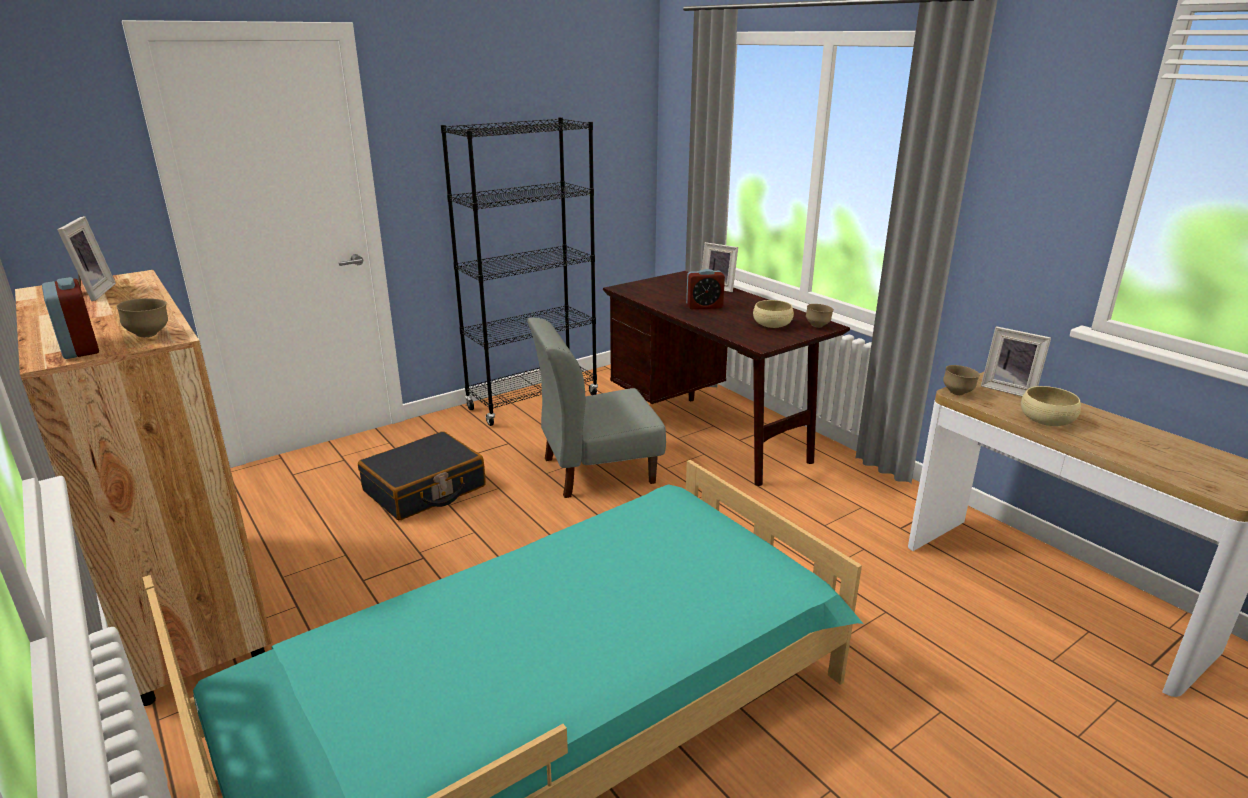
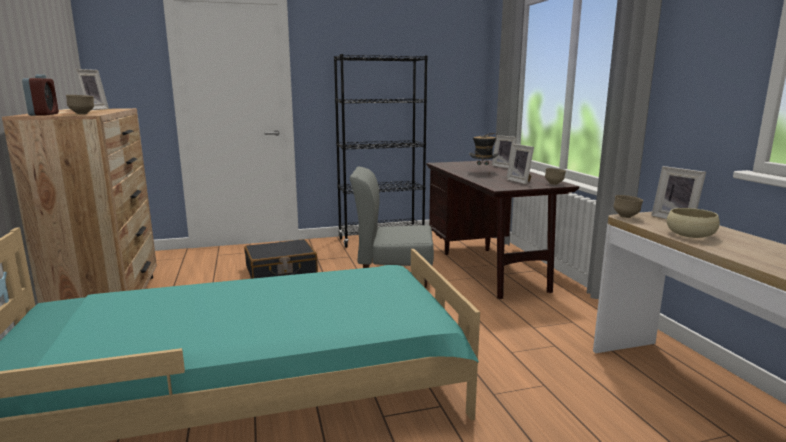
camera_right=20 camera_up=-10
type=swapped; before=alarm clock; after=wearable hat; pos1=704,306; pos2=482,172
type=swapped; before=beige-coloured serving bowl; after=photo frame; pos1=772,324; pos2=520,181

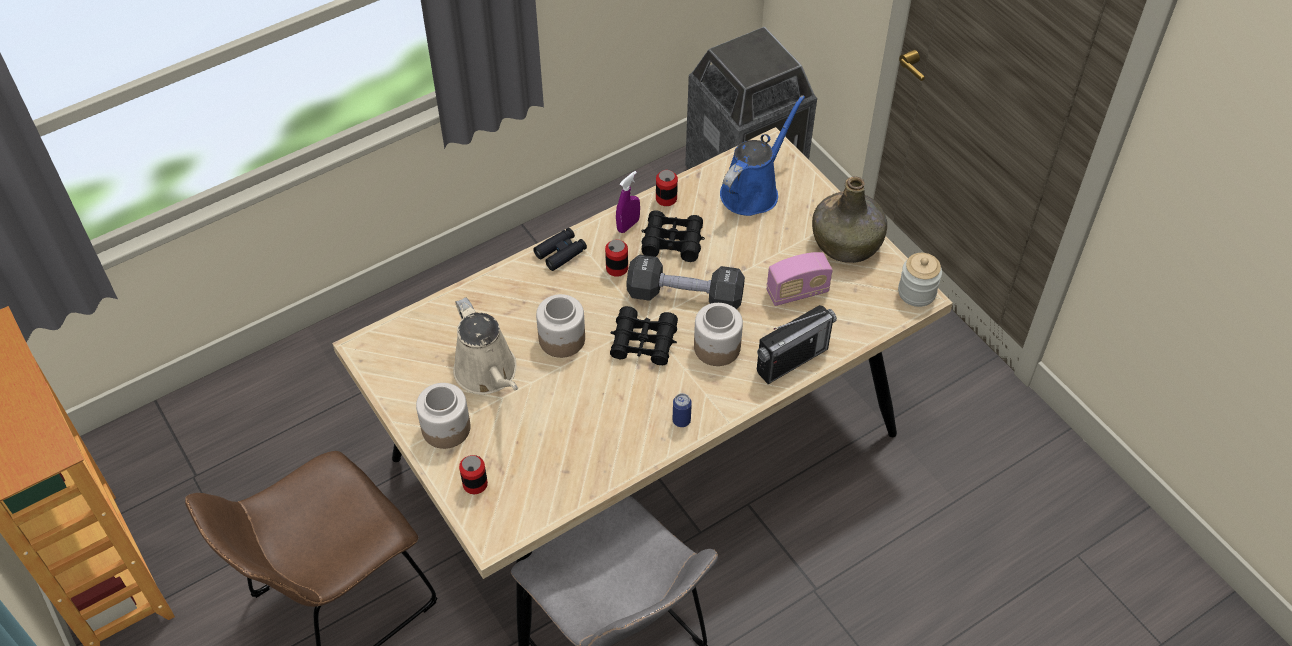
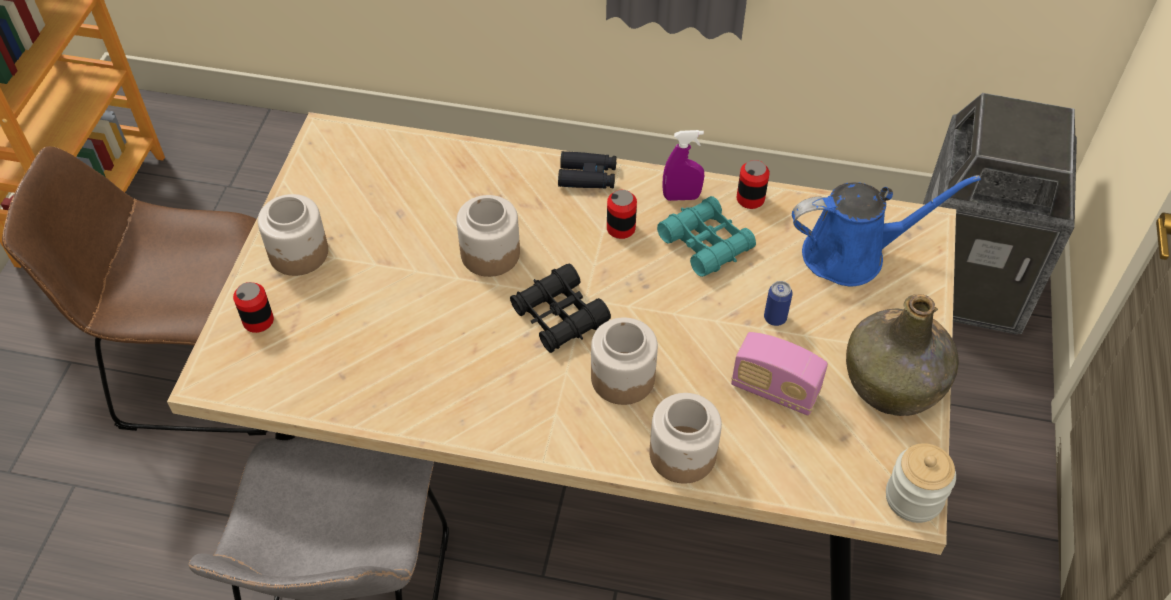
camera_right=45 camera_up=0
type=gone; before=beige-coloured watering pot; pos1=488,374
type=gone; before=black free weight; pos1=685,296
type=shifted; before=sealed can; pos1=681,421; pos2=775,318
type=swapped; before=radio; after=jar; pos1=792,360; pos2=683,454
type=repainted; before=black field glasses; after=blue-green field glasses; pos1=672,242; pos2=705,243

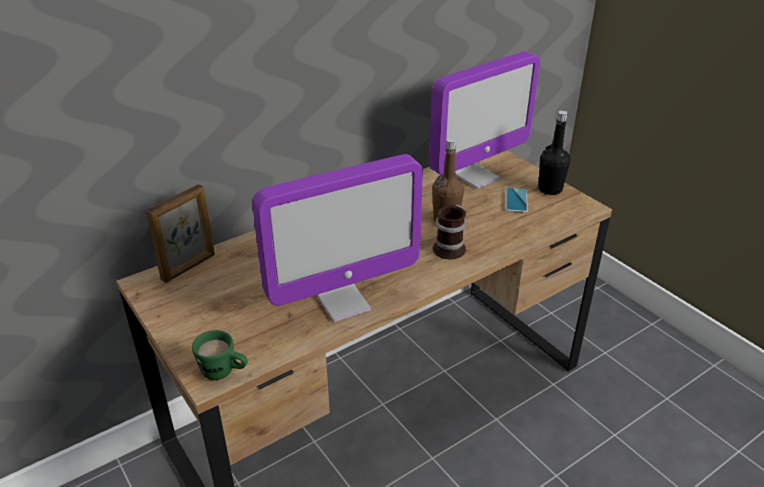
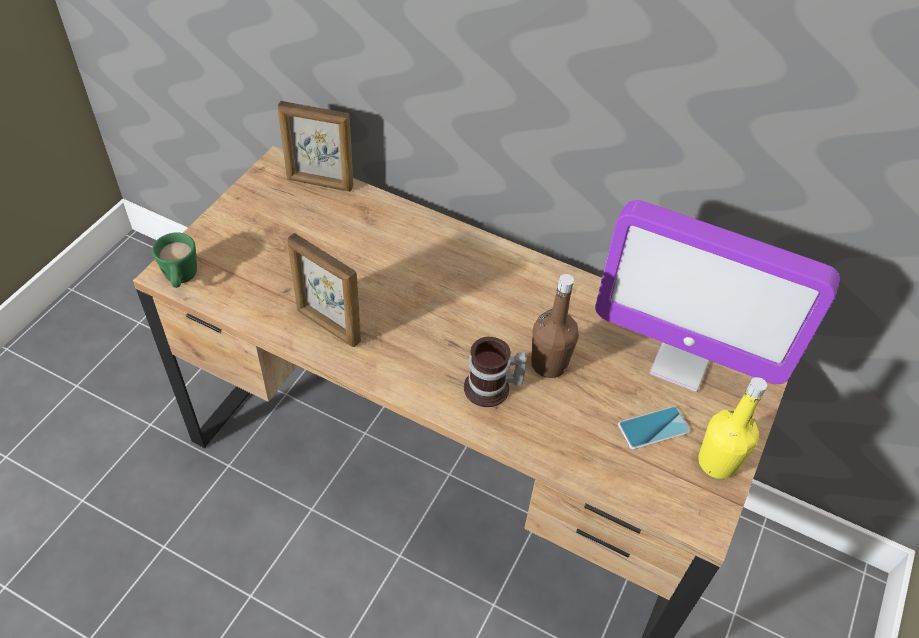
camera_right=60 camera_up=15
type=swapped; before=computer display; after=photo frame; pos1=343,303; pos2=328,326
type=repainted; before=black drink bottle; after=yellowish drink bottle; pos1=550,189; pos2=717,462

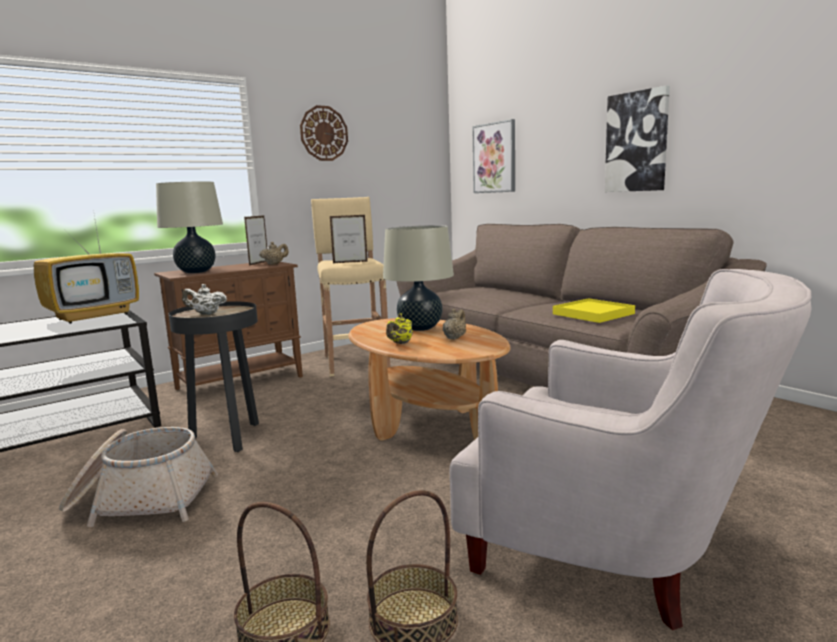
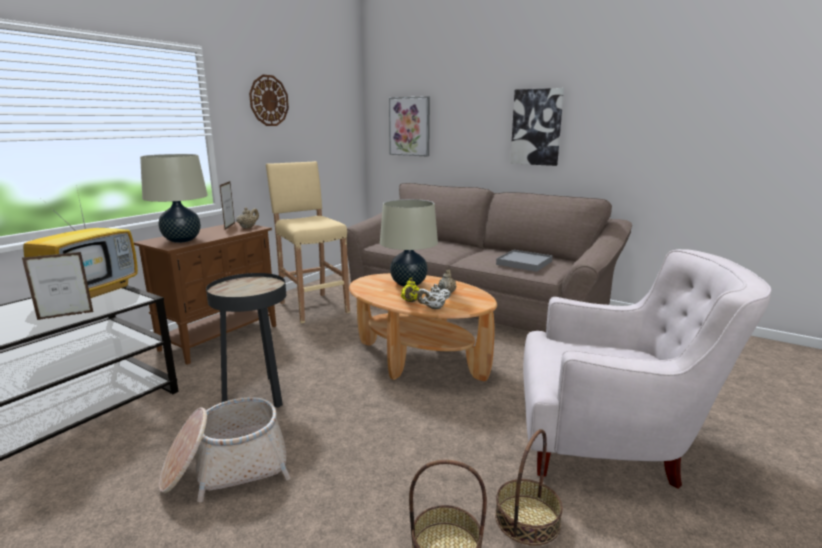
camera_right=-20 camera_up=5
type=shifted; before=whitish teapot; pos1=206,314; pos2=434,308
type=shifted; before=photo frame; pos1=350,262; pos2=66,316
type=repainted; before=yellowish carrying tray; after=greyish carrying tray; pos1=593,314; pos2=524,263

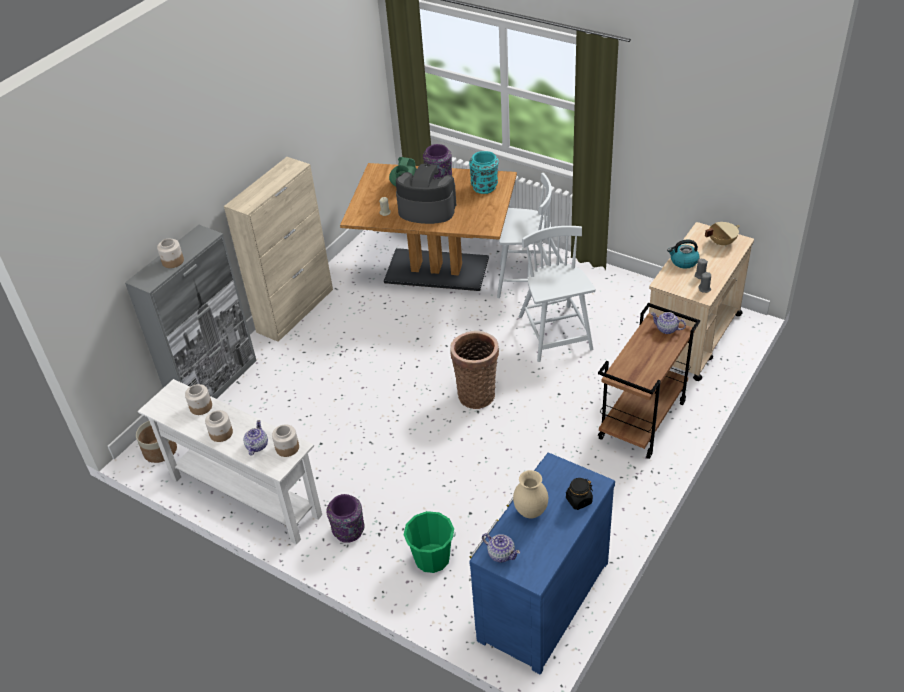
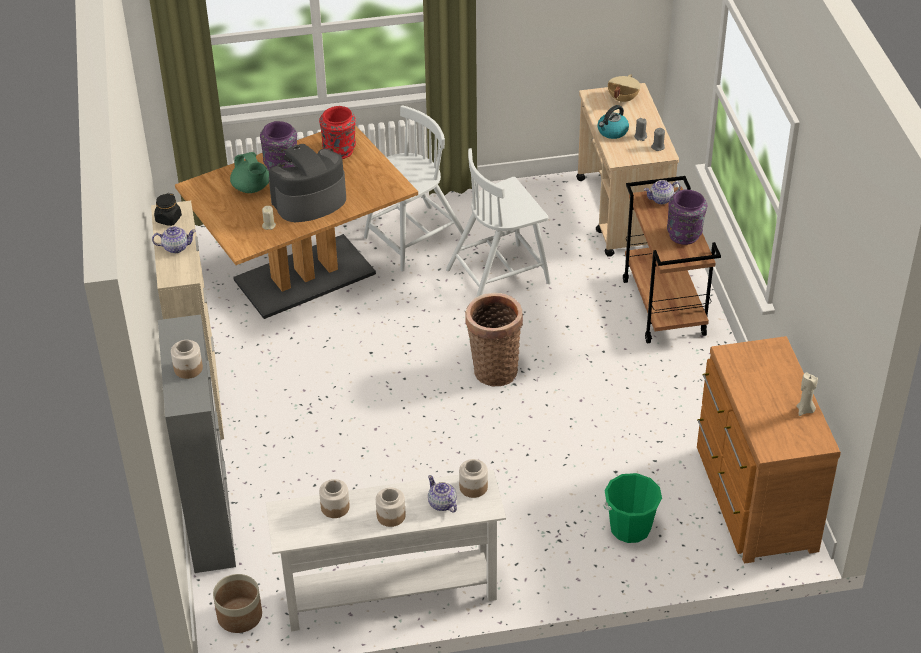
camera_right=-45 camera_up=0
type=gone; before=beige-coloured vase; pos1=530,512
type=new; after=beige-coloured candle; pos2=805,410
type=shifted; before=purple-coloured vase; pos1=349,532; pos2=684,235
type=shifted; before=teapot; pos1=501,554; pos2=175,247
type=shifted; before=black jar; pos1=578,500; pos2=168,219
type=repainted; before=blue-green vase; after=red-coloured vase; pos1=485,187; pos2=339,150
type=repainted; before=bluish drawer chest; after=brown drawer chest; pos1=539,600; pos2=753,499
type=rotated; before=whitish upright chair; pos1=555,334; pos2=499,275; turn=-60

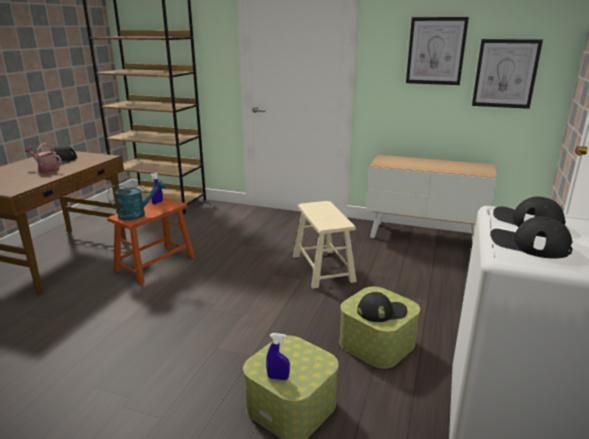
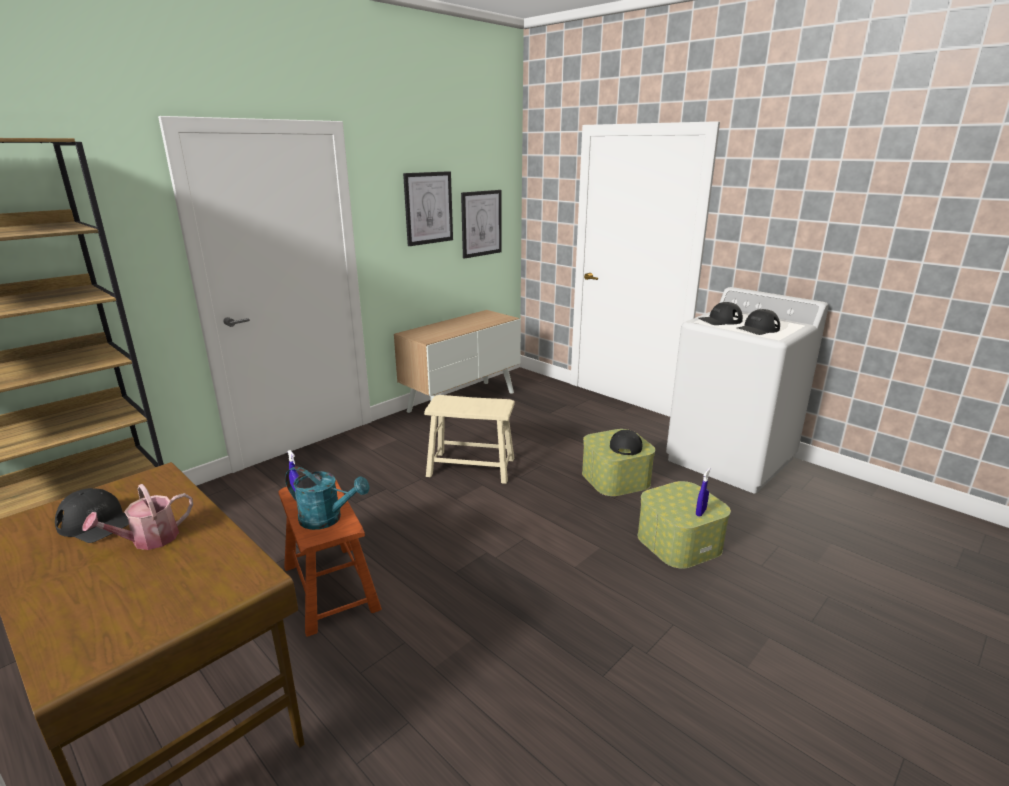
camera_right=-65 camera_up=0
type=rotated; before=blue-green watering pot; pos1=137,214; pos2=327,519; turn=105

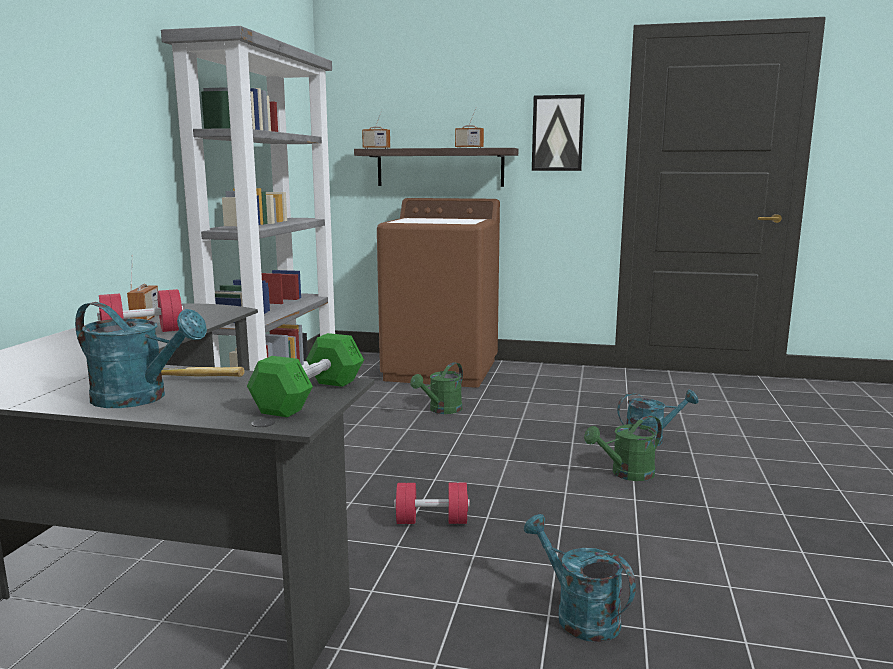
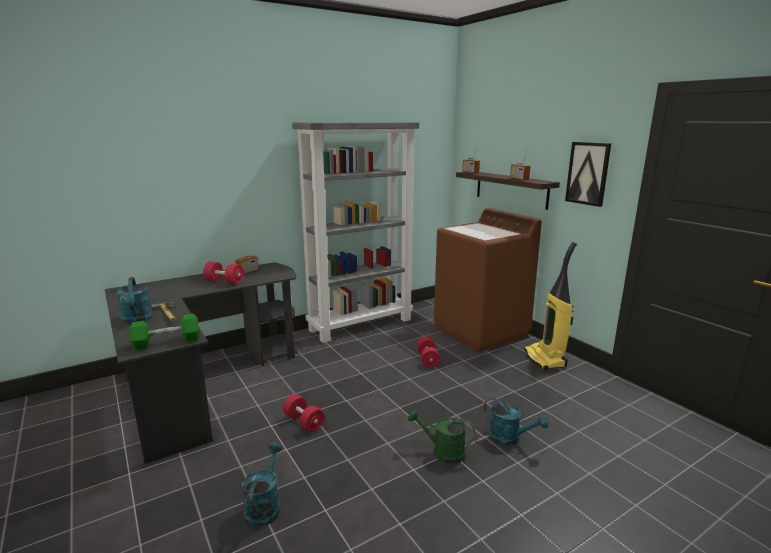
camera_right=45 camera_up=5
type=new; after=hoover; pos2=545,359
type=swapped; before=greenish watering pot; after=red-coloured free weight; pos1=441,410; pos2=427,359

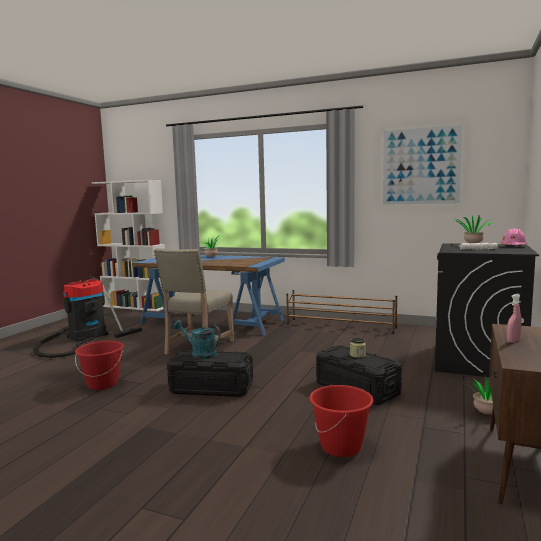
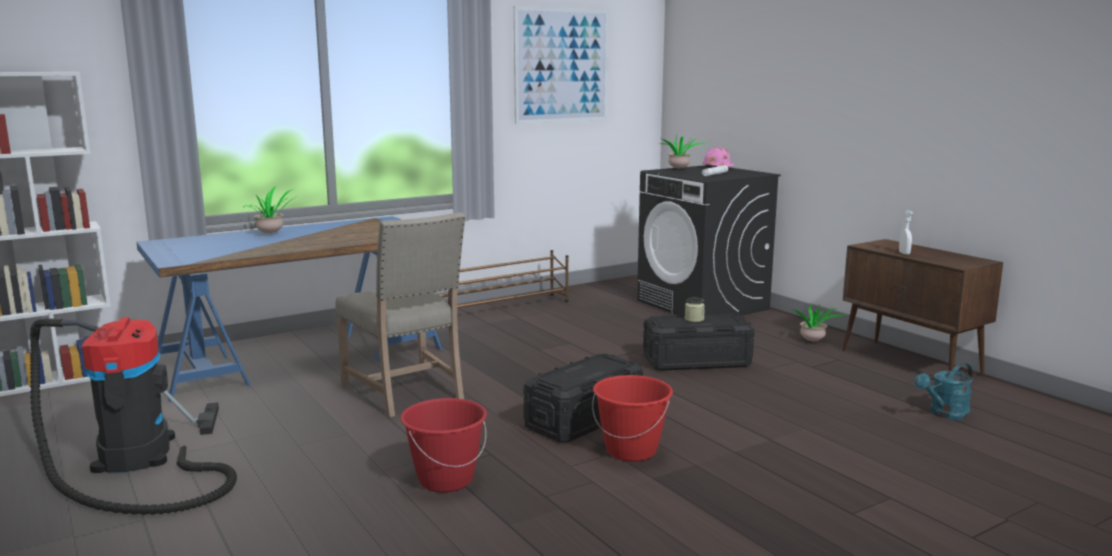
camera_right=-55 camera_up=5
type=shifted; before=blue-green watering pot; pos1=199,354; pos2=944,414
type=shifted; before=red-coloured water bucket; pos1=341,447; pos2=631,451
type=repainted; before=pink-coloured spray bottle; after=whitish spray bottle; pos1=513,341; pos2=904,253

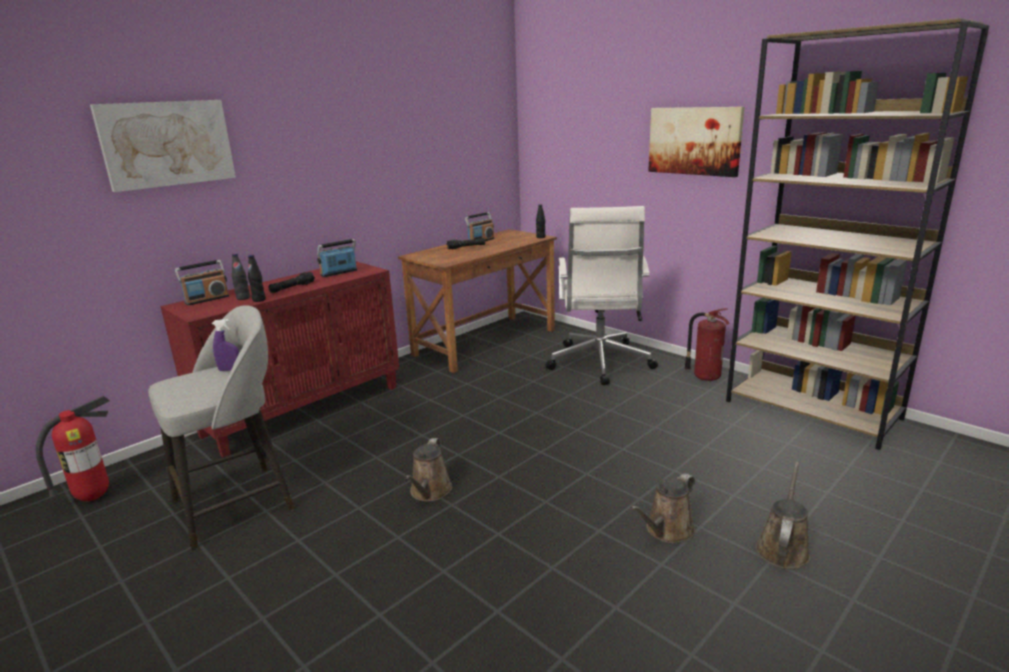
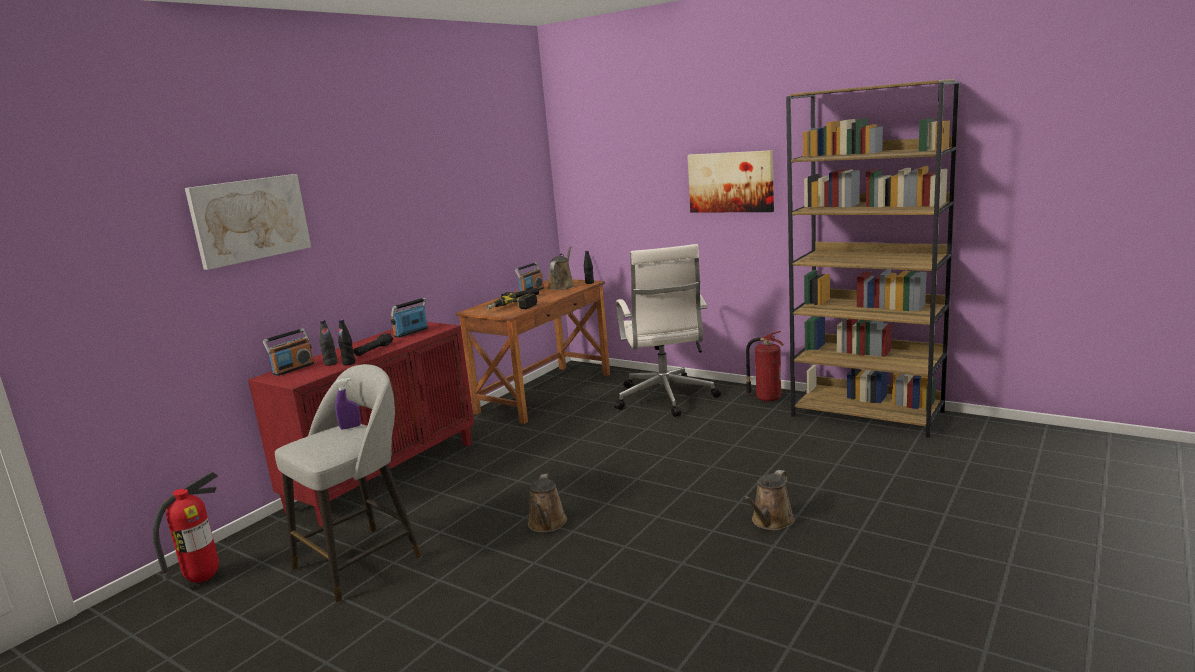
camera_right=-10 camera_up=-5
type=new; after=power drill; pos2=512,308
type=shifted; before=brown watering pot; pos1=782,548; pos2=562,286

